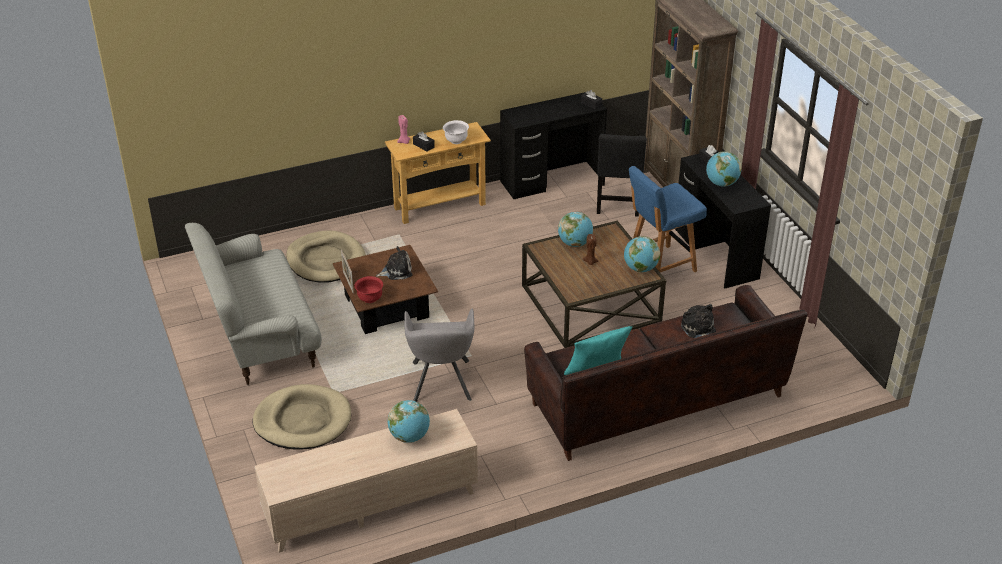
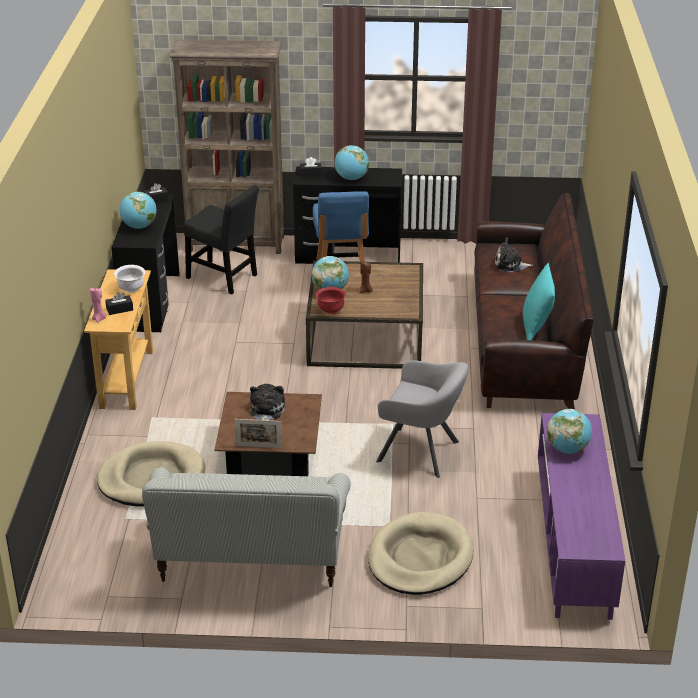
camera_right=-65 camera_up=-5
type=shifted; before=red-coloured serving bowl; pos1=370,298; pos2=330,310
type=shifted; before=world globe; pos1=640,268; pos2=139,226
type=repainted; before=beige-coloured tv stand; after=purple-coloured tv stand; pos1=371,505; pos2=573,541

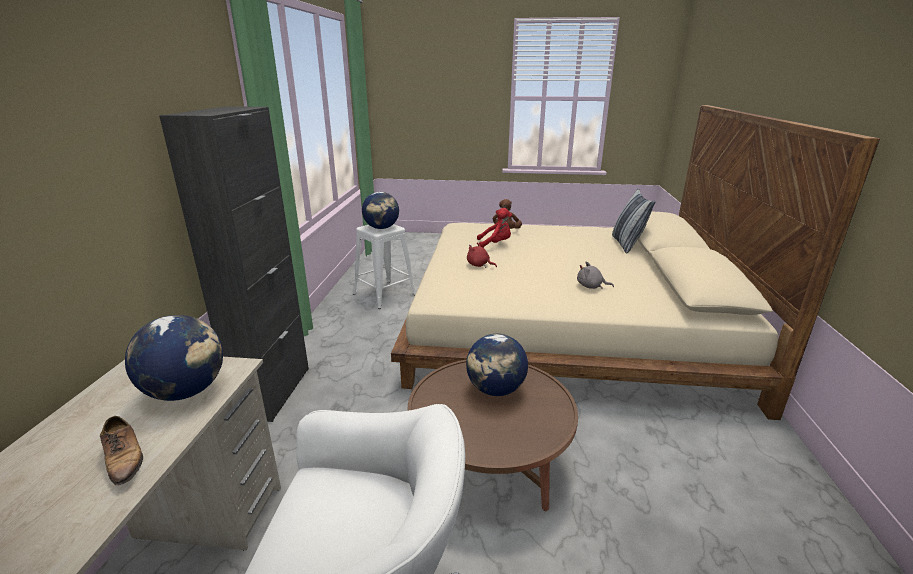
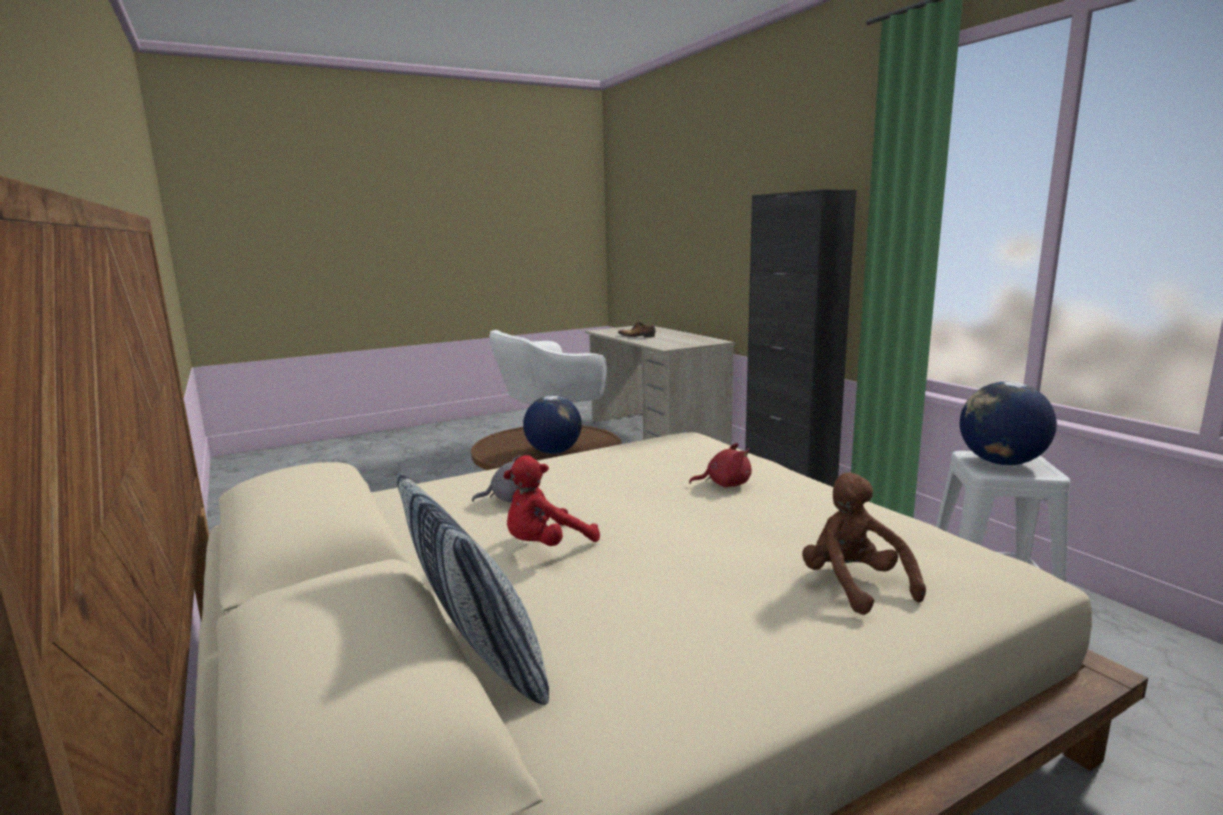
camera_right=145 camera_up=-10
type=gone; before=world globe; pos1=186,391
type=shifted; before=red-coloured plush toy; pos1=495,244; pos2=546,546

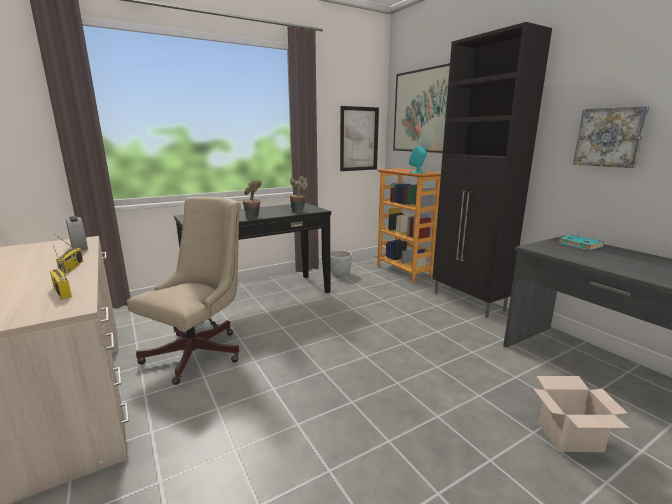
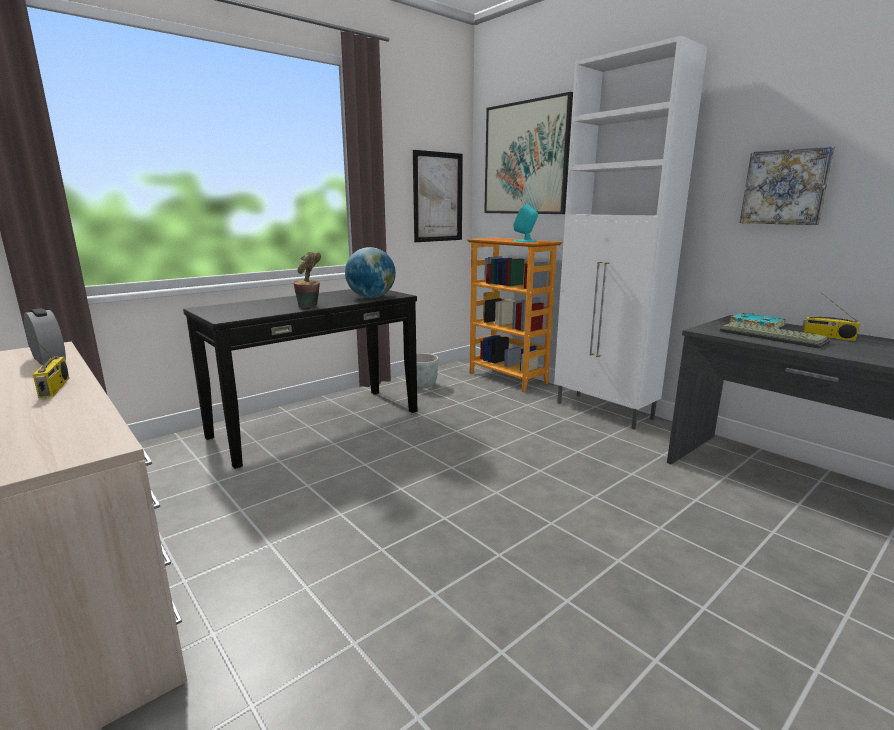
camera_right=-10 camera_up=0
type=gone; before=beige-coloured office chair; pos1=200,351
type=gone; before=carton; pos1=569,438
type=new; after=keyboard; pos2=773,336
type=shifted; before=radio; pos1=61,291; pos2=827,337
type=swapped; before=houseplant; after=world globe; pos1=299,211; pos2=371,297
type=repainted; before=black storage cabinet; after=whitish storage cabinet; pos1=468,302; pos2=604,411

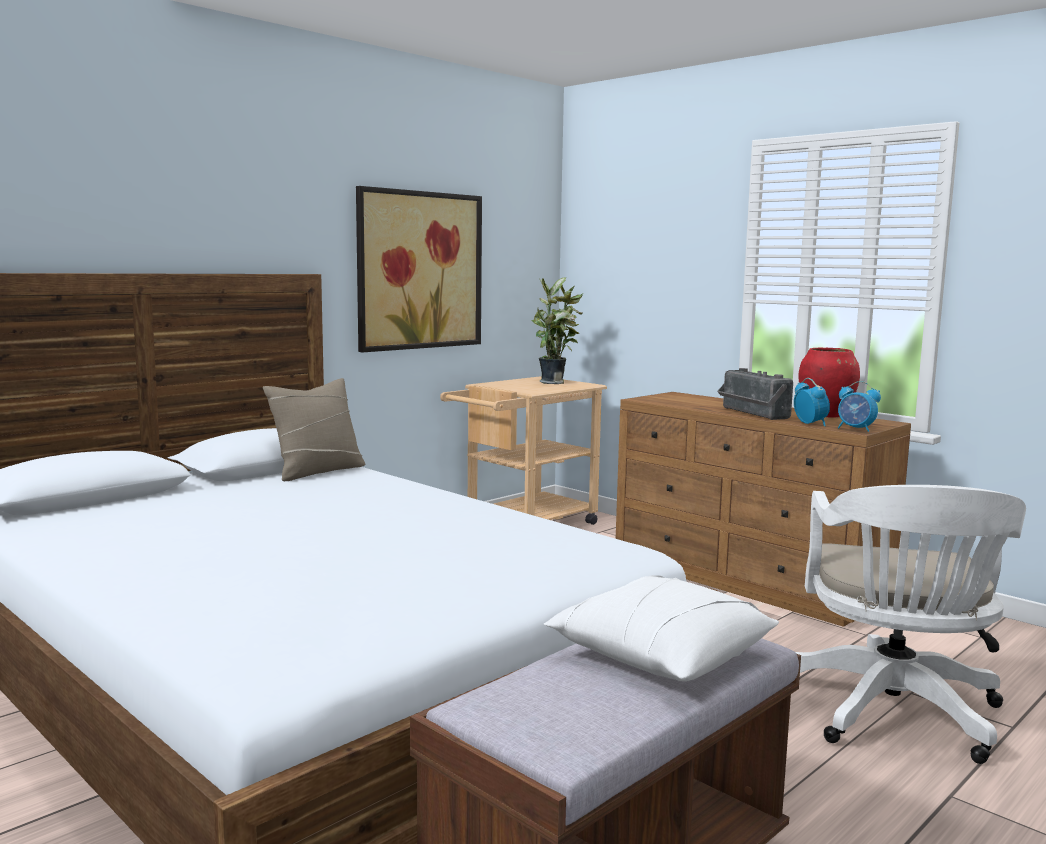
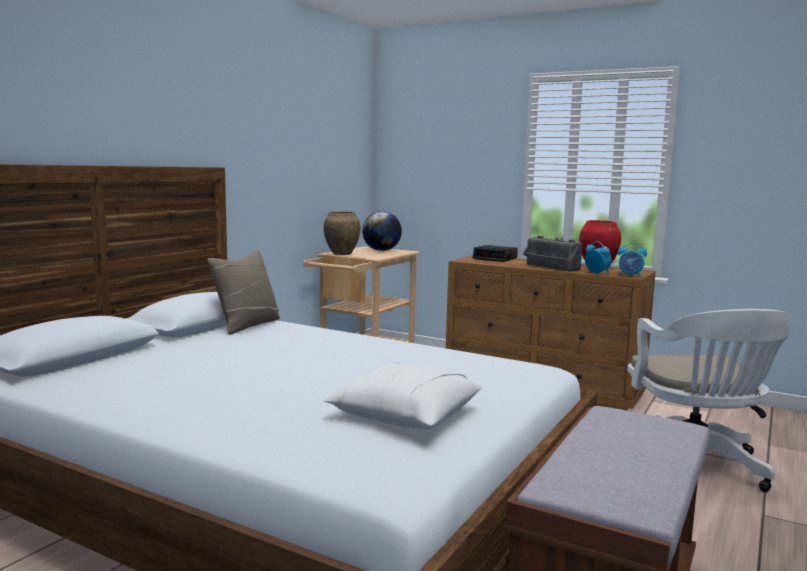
camera_right=-15 camera_up=0
type=gone; before=wall picture; pos1=419,270
type=new; after=brown vase; pos2=342,254
type=new; after=alarm clock; pos2=495,259
type=shifted; before=whitish cushion; pos1=660,655; pos2=405,416
type=swapped; before=houseplant; after=world globe; pos1=554,382; pos2=381,250

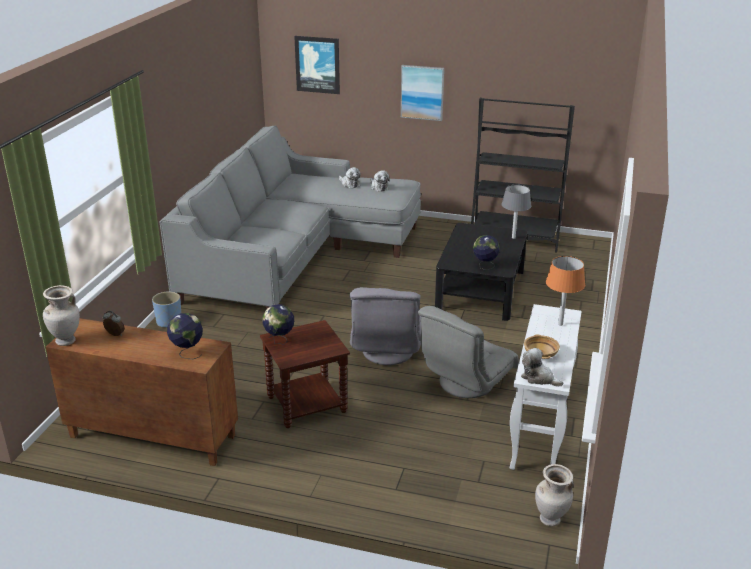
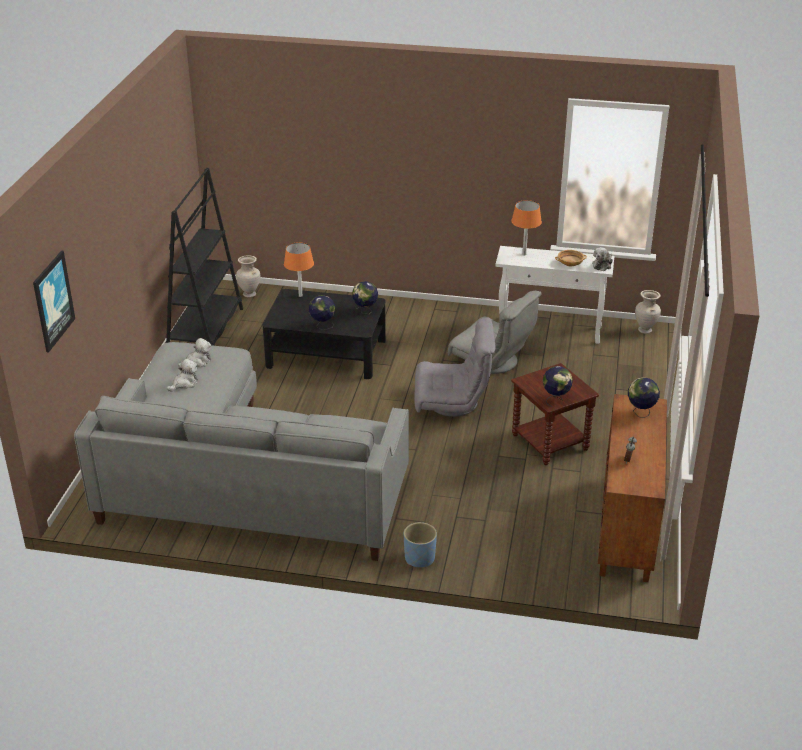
camera_right=-95 camera_up=5
type=gone; before=wall picture; pos1=422,92
type=new; after=world globe; pos2=322,326
type=shifted; before=beige-coloured vase; pos1=66,341; pos2=250,294
type=repainted; before=greyish tabletop lamp; after=orange-coloured tabletop lamp; pos1=513,238; pos2=300,296

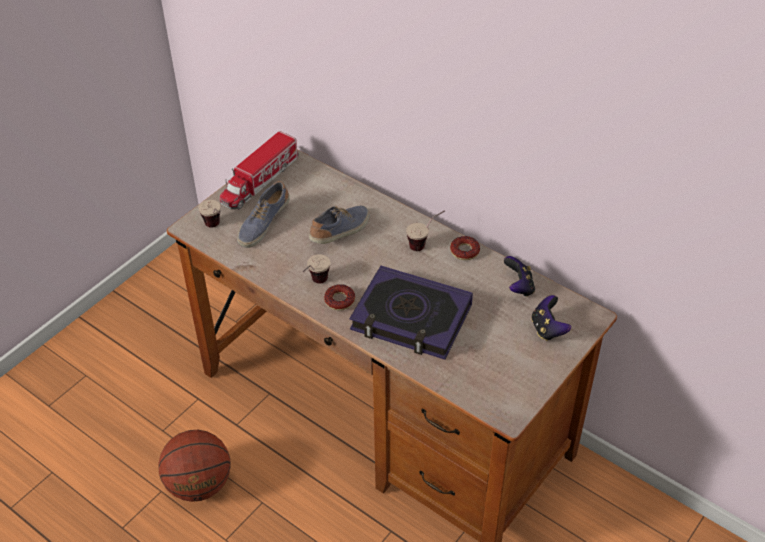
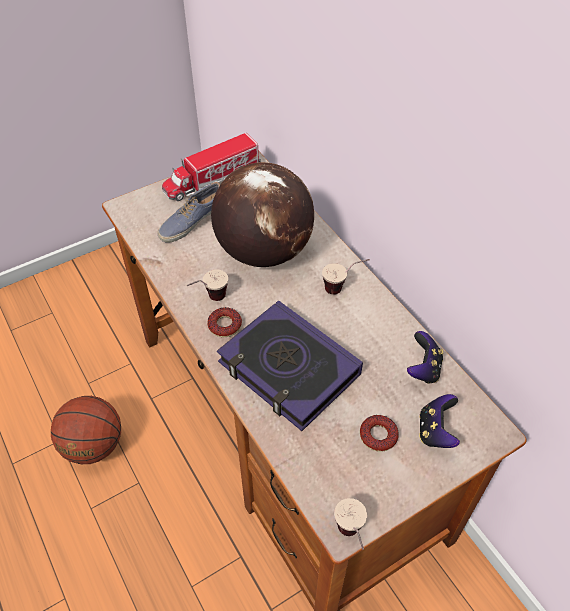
camera_right=20 camera_up=5
type=shifted; before=cup; pos1=215,228; pos2=351,538
type=shifted; before=doughnut; pos1=464,251; pos2=378,435
type=swapped; before=shoe; after=world globe; pos1=341,232; pos2=263,251

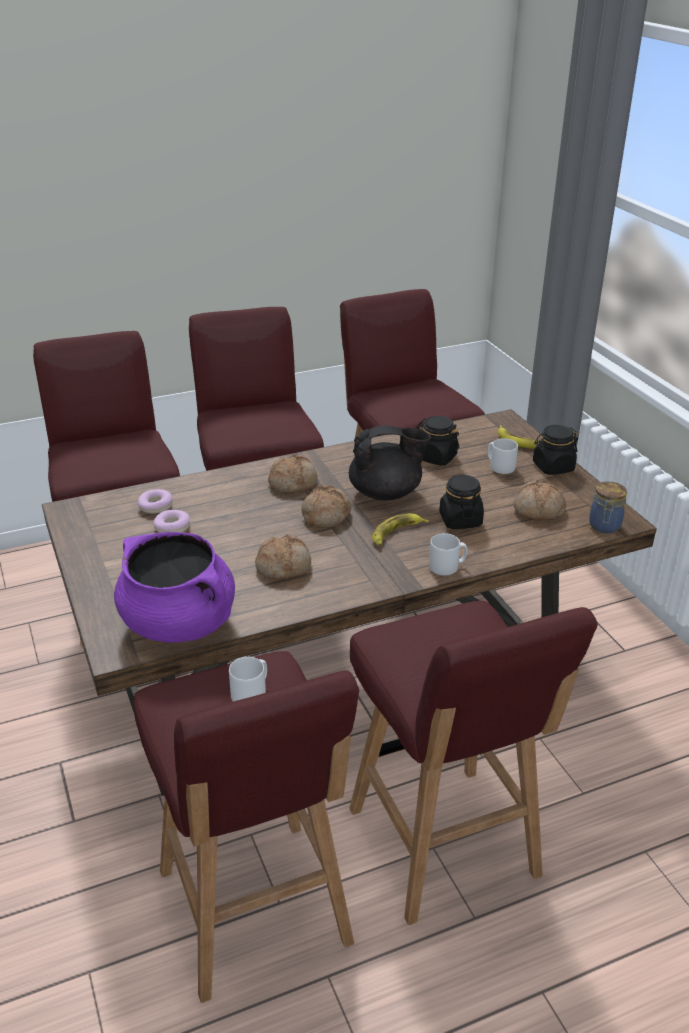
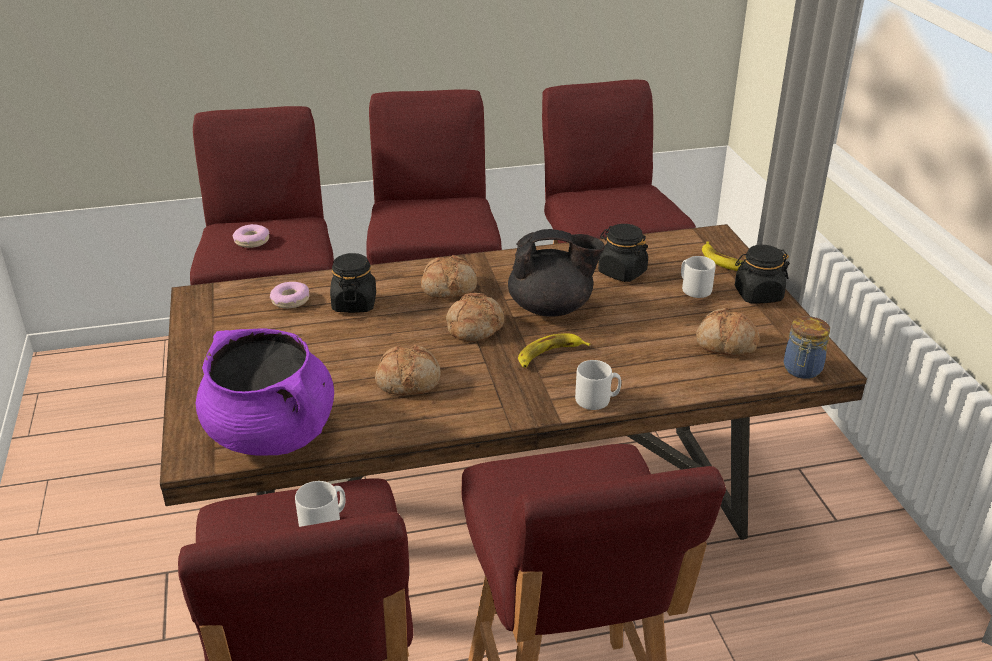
camera_right=10 camera_up=0
type=shifted; before=doughnut; pos1=172,527; pos2=252,241
type=shifted; before=black jar; pos1=460,520; pos2=354,303

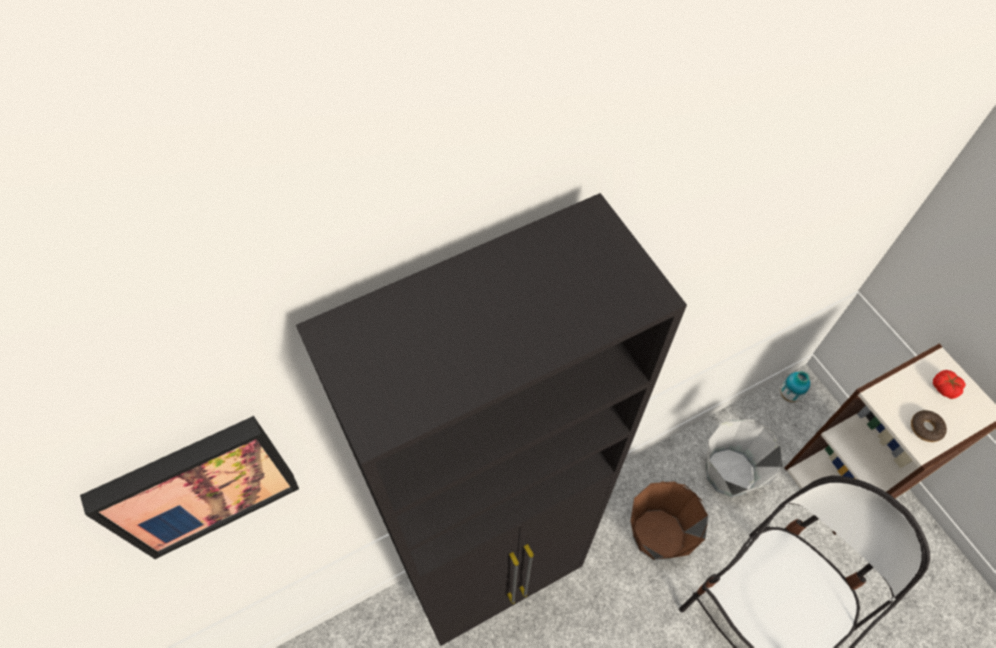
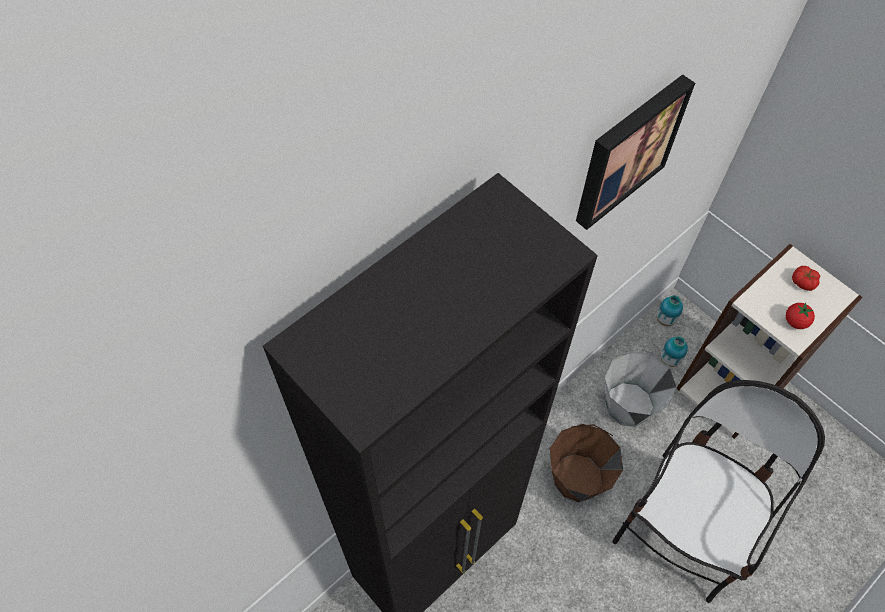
camera_right=-15 camera_up=0
type=new; after=vase; pos2=669,360
type=shifted; before=wall picture; pos1=198,483; pos2=627,150
type=swapped; before=doughnut; after=fresh tomato; pos1=925,428; pos2=795,321

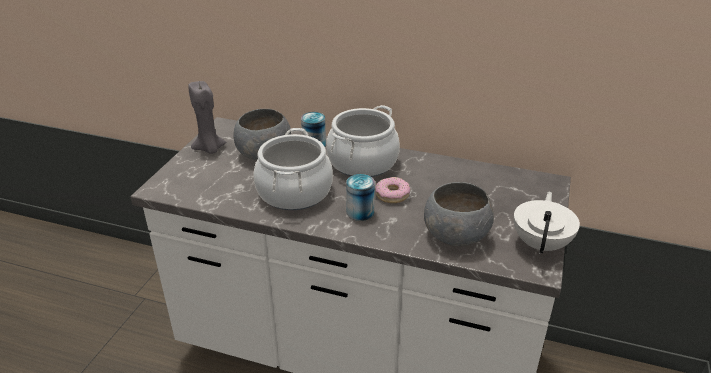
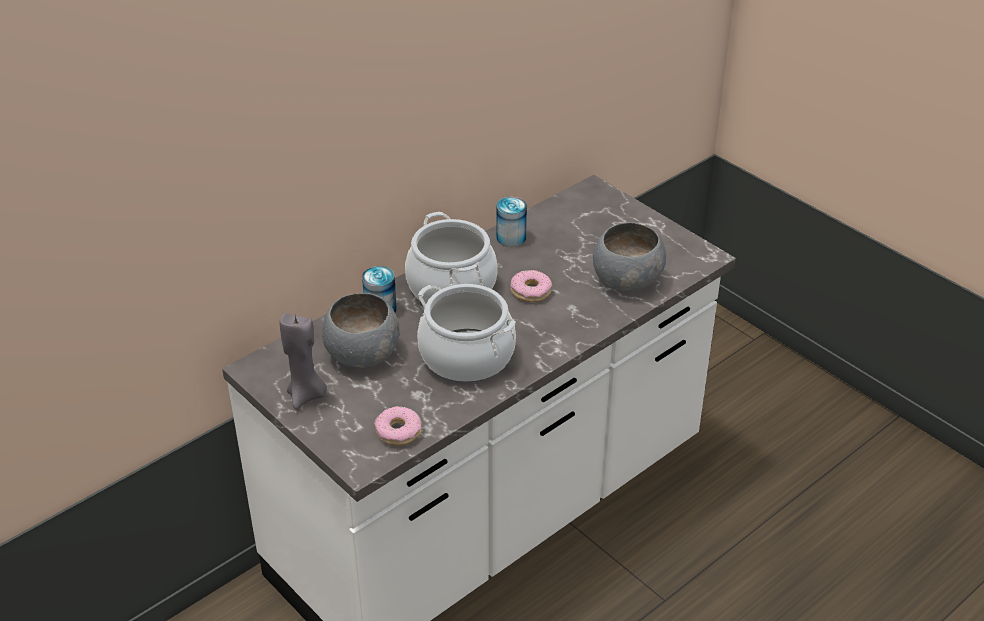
camera_right=-60 camera_up=5
type=gone; before=whitish teapot; pos1=541,244
type=new; after=doughnut; pos2=398,431
type=shifted; before=sealed can; pos1=360,212; pos2=511,237

